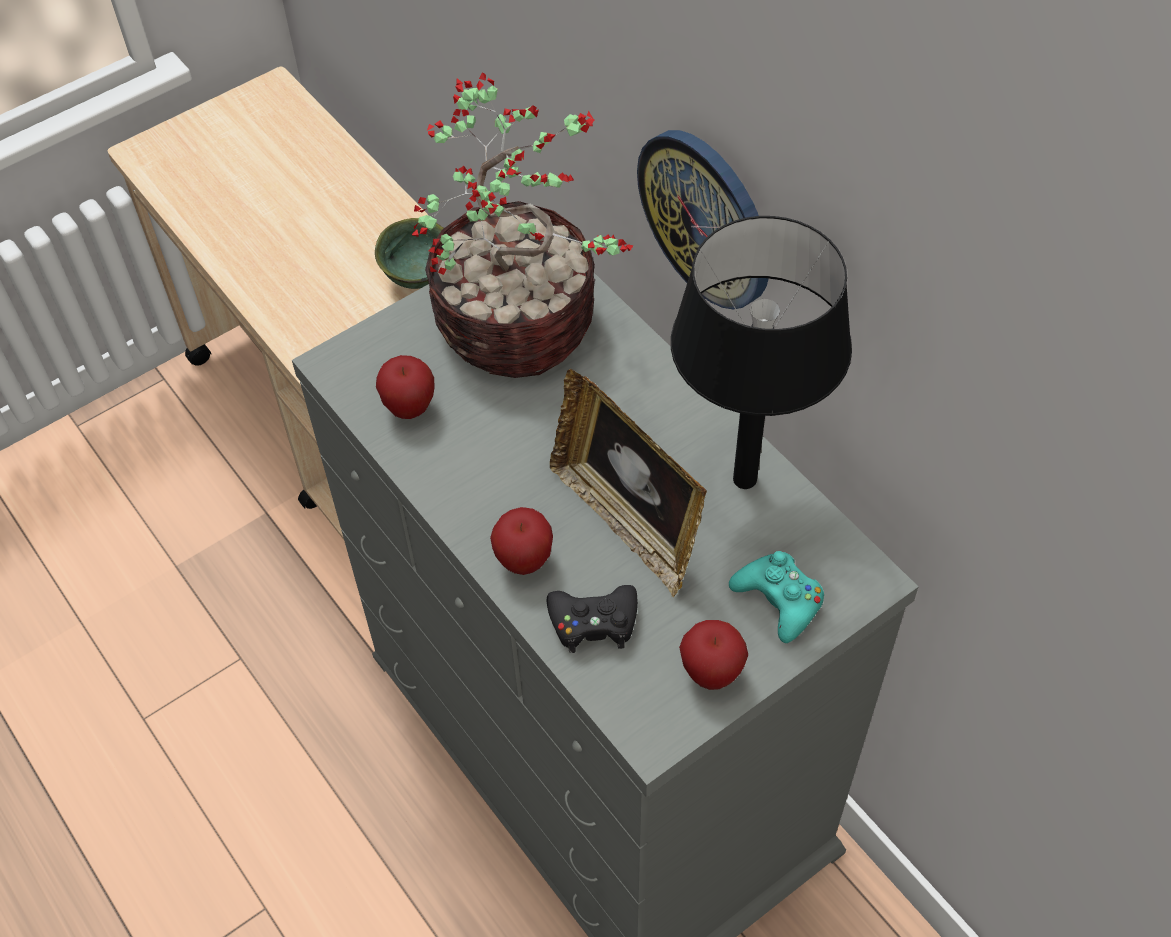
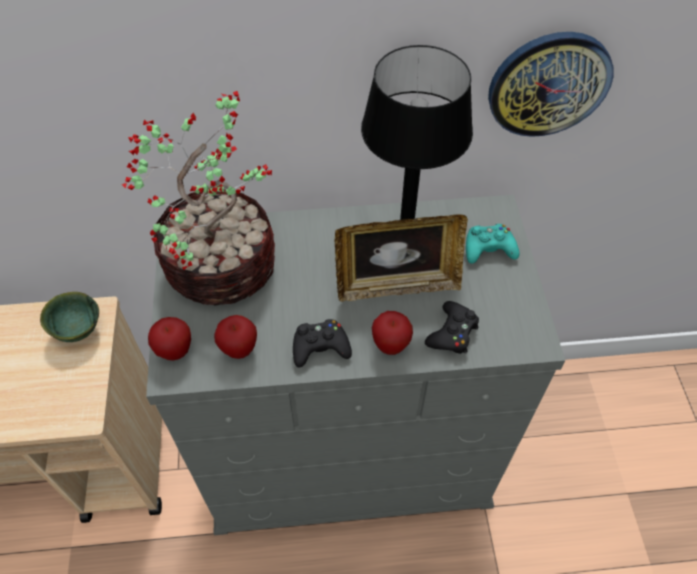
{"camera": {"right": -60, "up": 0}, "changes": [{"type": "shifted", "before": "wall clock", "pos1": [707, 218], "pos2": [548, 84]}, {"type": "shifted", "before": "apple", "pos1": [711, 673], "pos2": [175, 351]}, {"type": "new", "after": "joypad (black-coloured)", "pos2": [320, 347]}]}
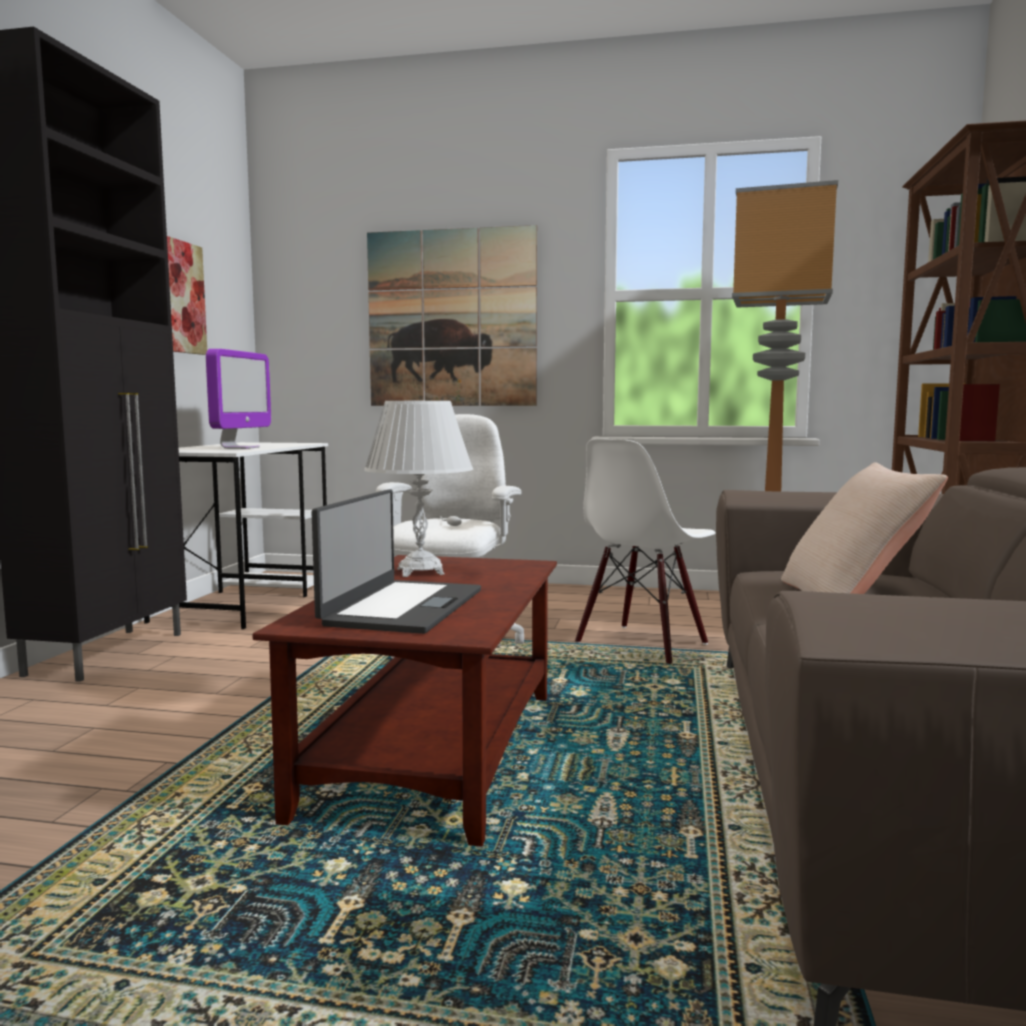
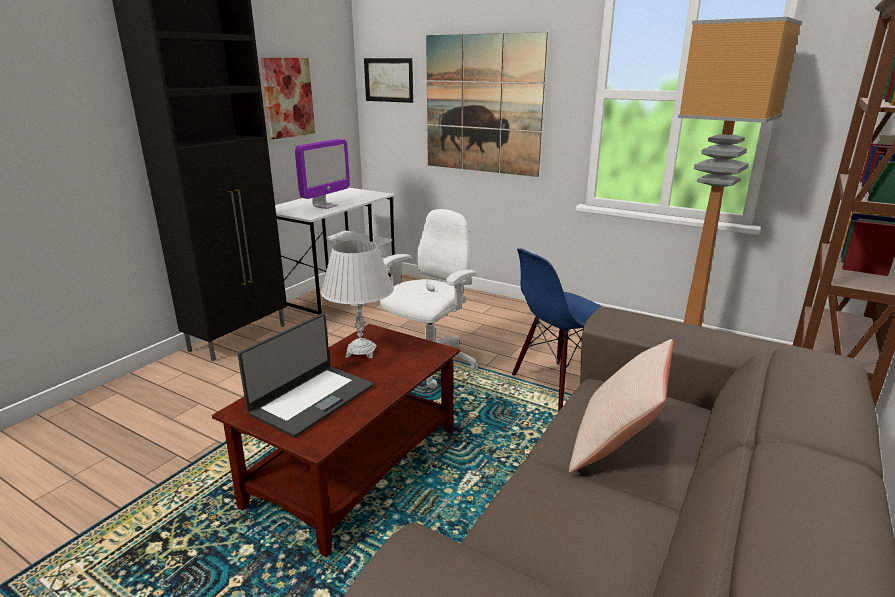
{"camera": {"right": 20, "up": 15}, "changes": [{"type": "repainted", "before": "chair (white)", "after": "chair (blue-coloured)", "pos1": [642, 644], "pos2": [557, 385]}, {"type": "new", "after": "wall picture", "pos2": [388, 80]}]}
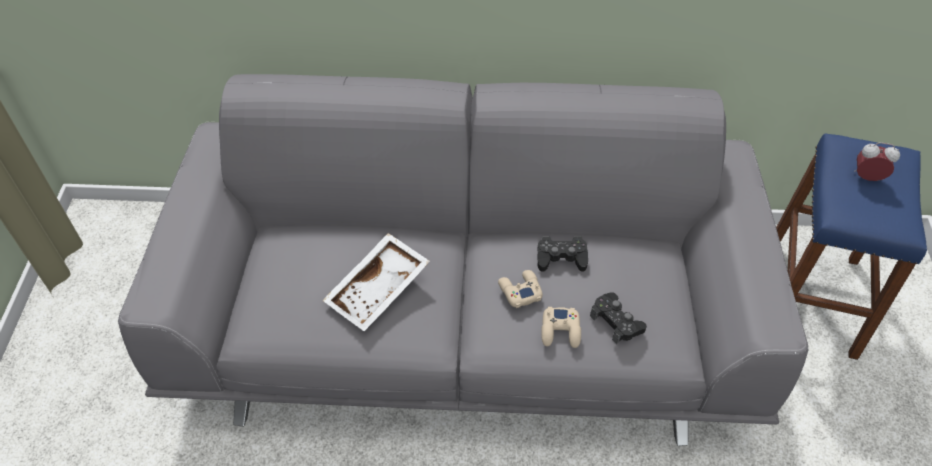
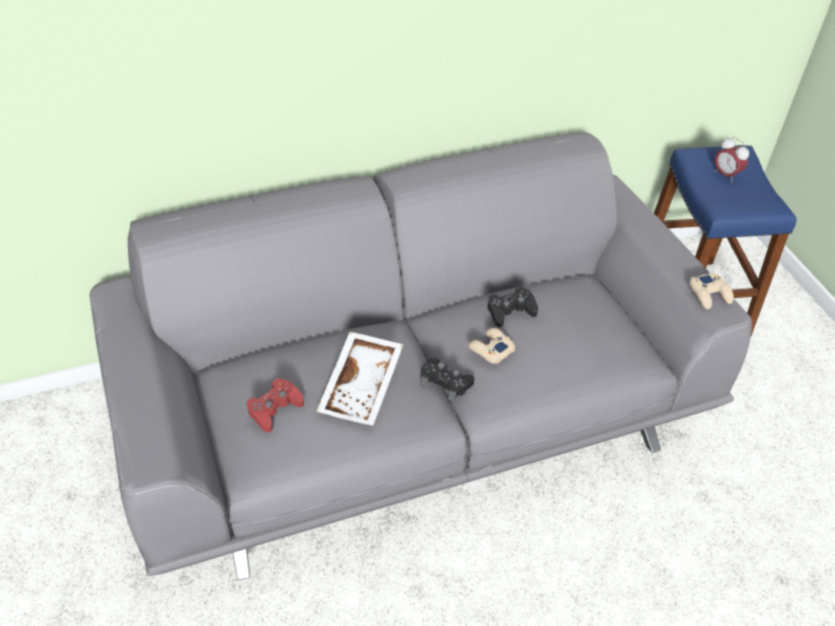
{"camera": {"right": -25, "up": -5}, "changes": [{"type": "shifted", "before": "joypad (sand-coloured)", "pos1": [560, 331], "pos2": [709, 294]}, {"type": "shifted", "before": "joypad (black-coloured)", "pos1": [616, 322], "pos2": [445, 382]}, {"type": "rotated", "before": "table clock", "pos1": [867, 177], "pos2": [725, 175], "turn": -120}, {"type": "new", "after": "joypad (red)", "pos2": [274, 408]}]}
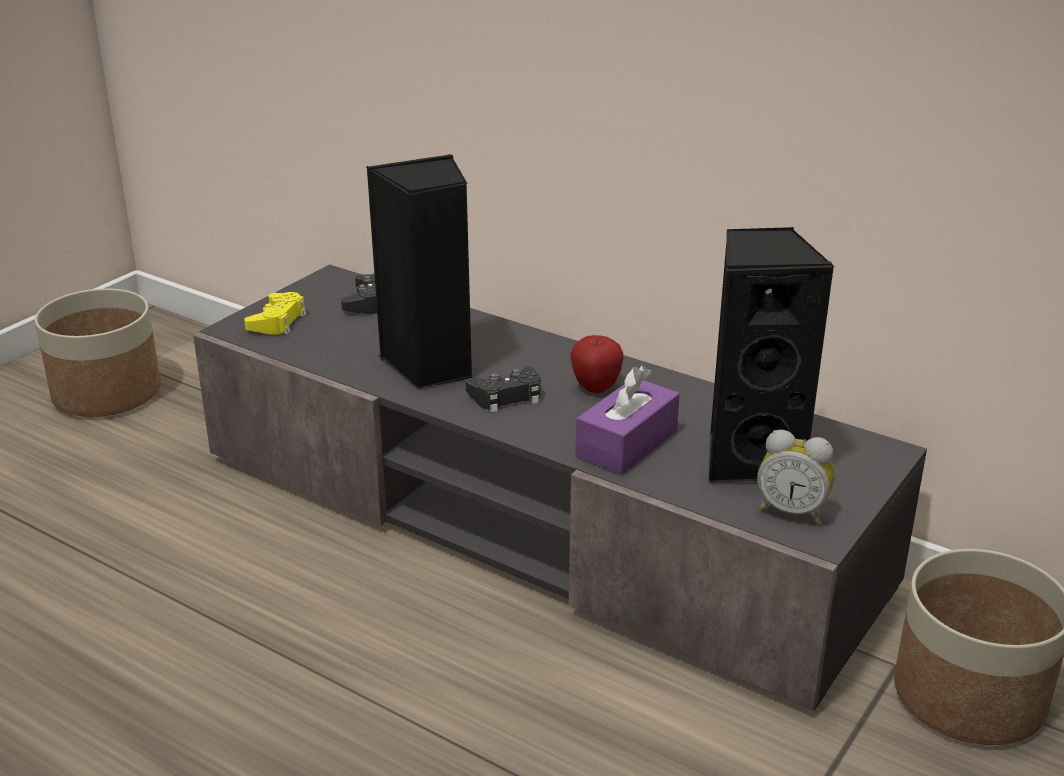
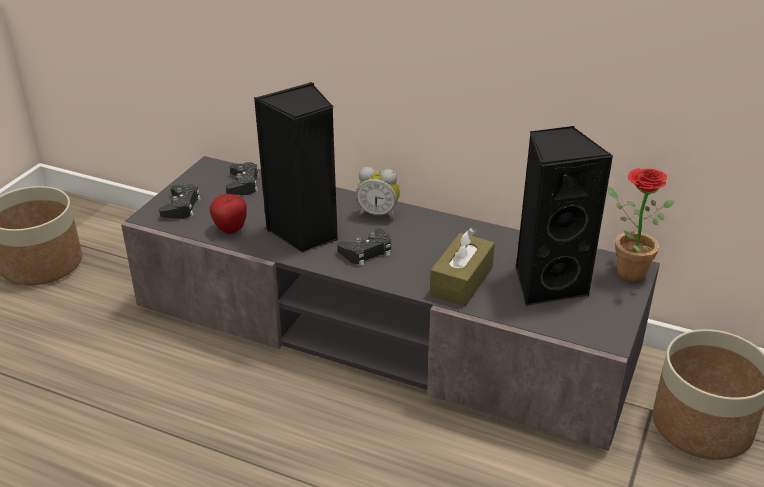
{"camera": {"right": -10, "up": 5}, "changes": [{"type": "repainted", "before": "joypad (yellow-coloured)", "after": "joypad (black-coloured)", "pos1": [278, 321], "pos2": [181, 207]}, {"type": "shifted", "before": "apple", "pos1": [595, 388], "pos2": [230, 230]}, {"type": "repainted", "before": "tissue box (purple-coloured)", "after": "tissue box (brown)", "pos1": [627, 444], "pos2": [461, 281]}, {"type": "shifted", "before": "table clock", "pos1": [792, 511], "pos2": [378, 214]}, {"type": "new", "after": "houseplant", "pos2": [624, 271]}]}
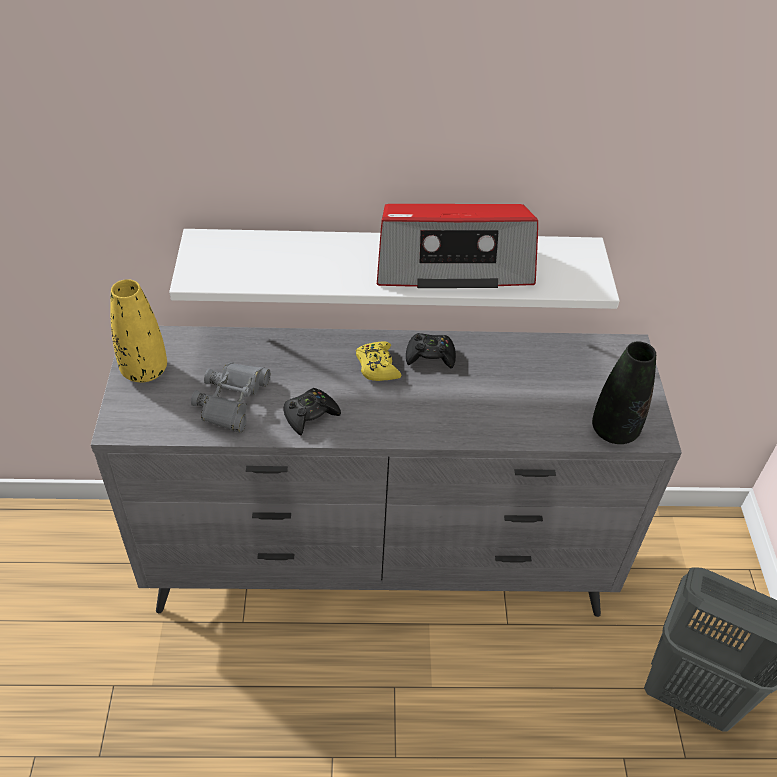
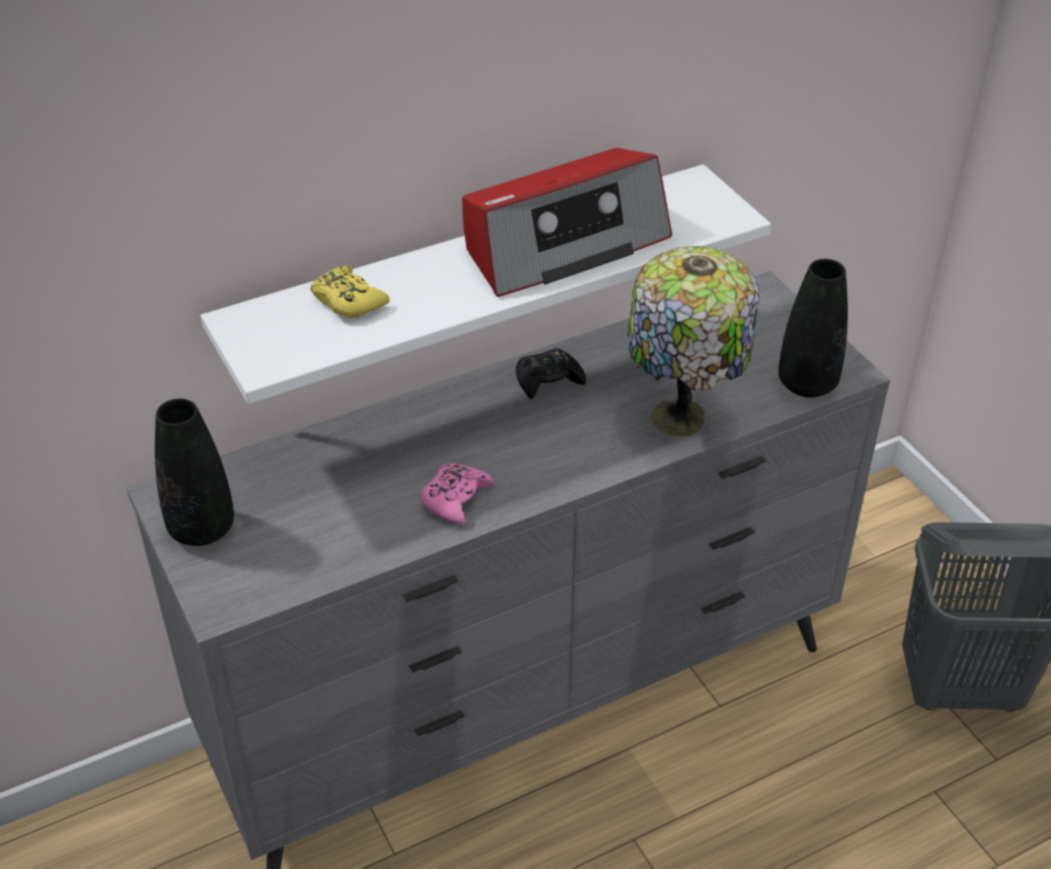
{"camera": {"right": -25, "up": -5}, "changes": [{"type": "repainted", "before": "flower vase (yellow-coloured)", "after": "flower vase (black-coloured)", "pos1": [144, 370], "pos2": [202, 529]}, {"type": "gone", "before": "field glasses (greyish)", "pos1": [232, 400]}, {"type": "repainted", "before": "joypad (black-coloured)", "after": "joypad (pink)", "pos1": [310, 415], "pos2": [455, 499]}, {"type": "shifted", "before": "joypad (yellow-coloured)", "pos1": [377, 366], "pos2": [348, 301]}, {"type": "new", "after": "tabletop lamp", "pos2": [681, 420]}]}
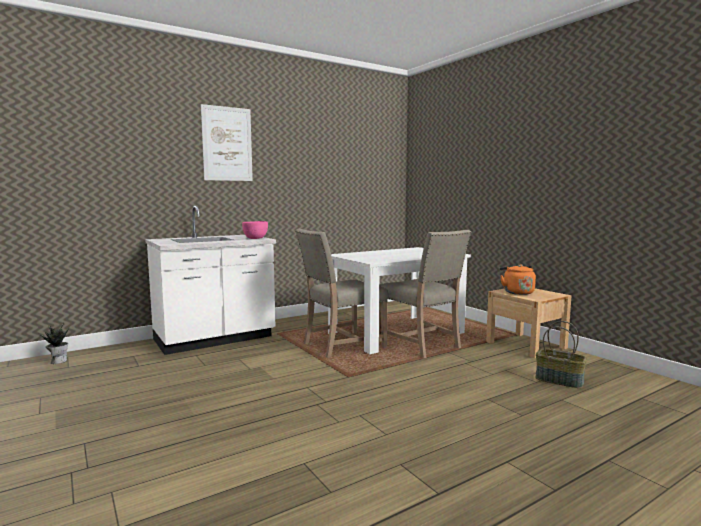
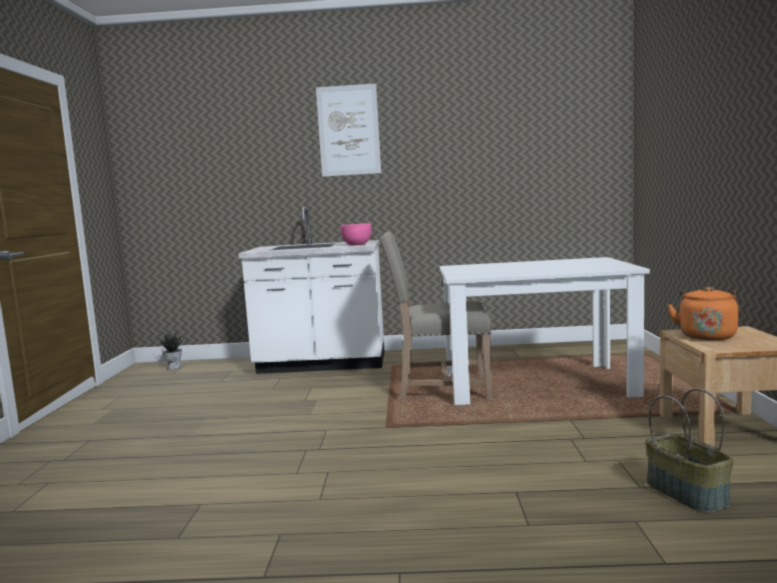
{"camera": {"right": 35, "up": 0}, "changes": [{"type": "gone", "before": "chair (sand-coloured)", "pos1": [421, 345]}]}
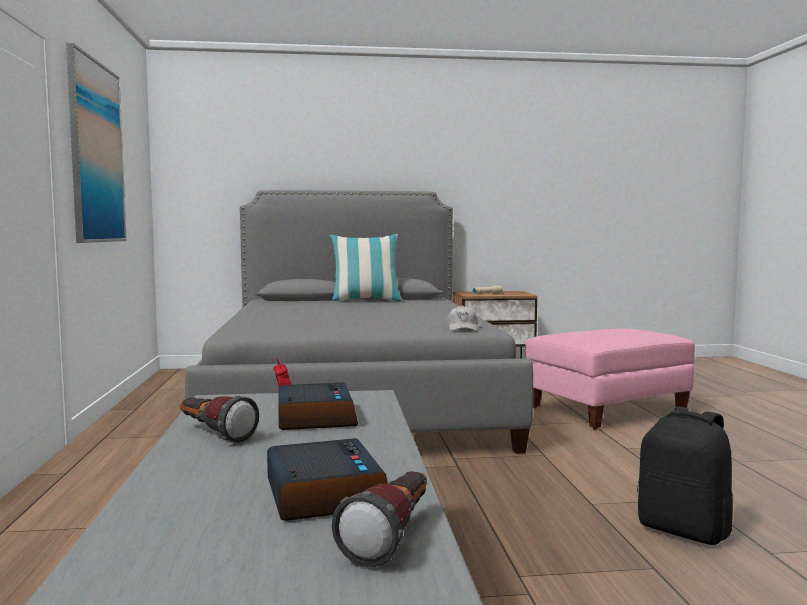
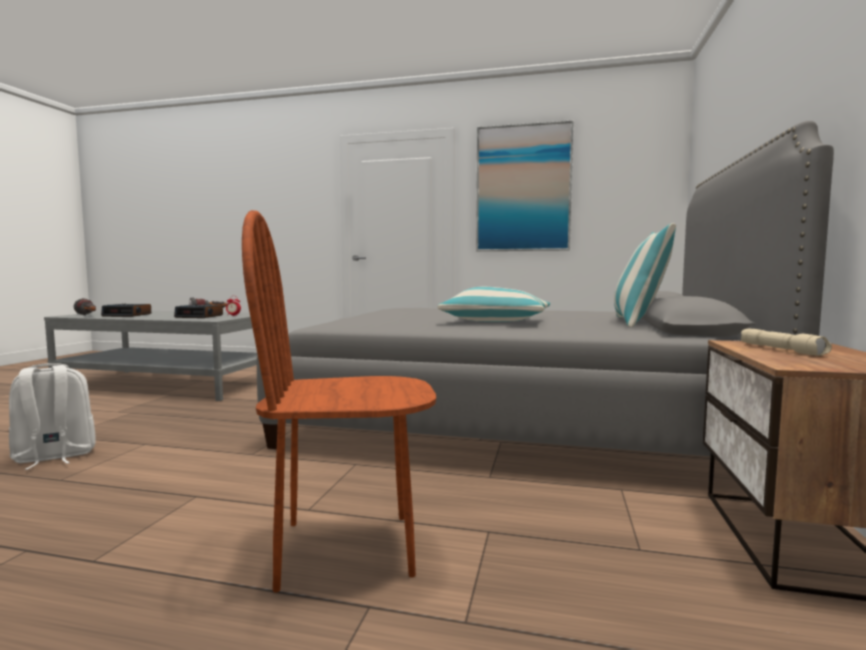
{"camera": {"right": 110, "up": 0}, "changes": [{"type": "gone", "before": "baseball cap (white)", "pos1": [462, 328]}, {"type": "swapped", "before": "footrest (pink)", "after": "chair (brown)", "pos1": [607, 410], "pos2": [347, 548]}, {"type": "repainted", "before": "knapsack (black-coloured)", "after": "knapsack (white)", "pos1": [684, 530], "pos2": [54, 457]}, {"type": "new", "after": "cushion", "pos2": [497, 321]}]}
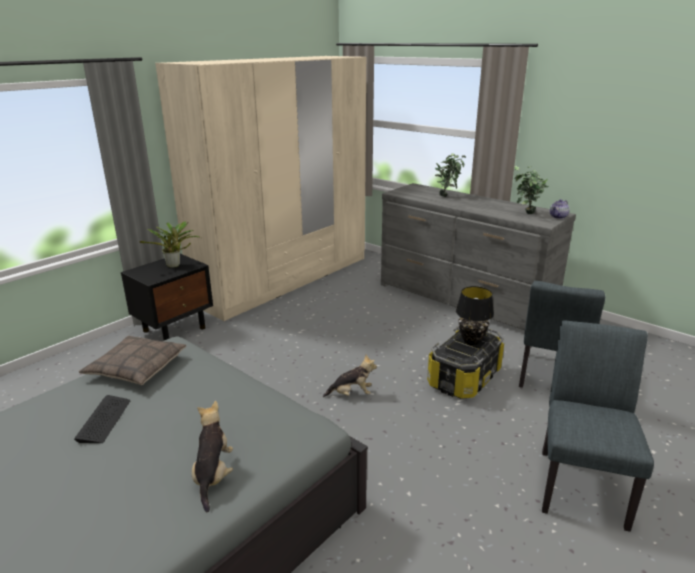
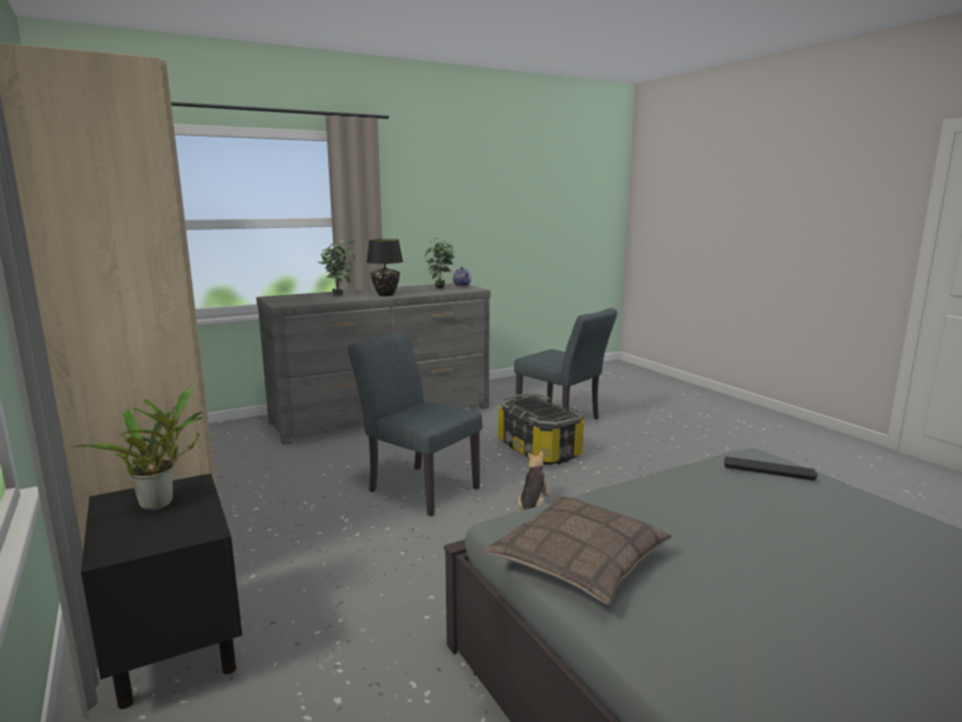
{"camera": {"right": -70, "up": -10}, "changes": [{"type": "shifted", "before": "PC keyboard", "pos1": [104, 420], "pos2": [768, 468]}, {"type": "gone", "before": "plush toy", "pos1": [213, 475]}, {"type": "shifted", "before": "tabletop lamp (black-coloured)", "pos1": [471, 341], "pos2": [385, 295]}, {"type": "shifted", "before": "chair (greyish)", "pos1": [581, 481], "pos2": [417, 487]}]}
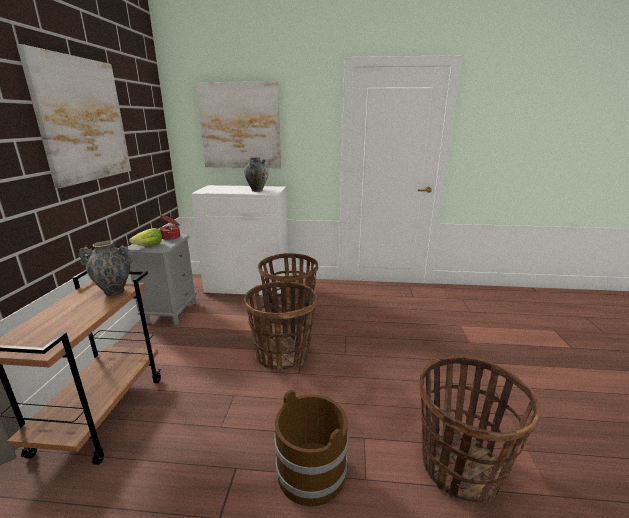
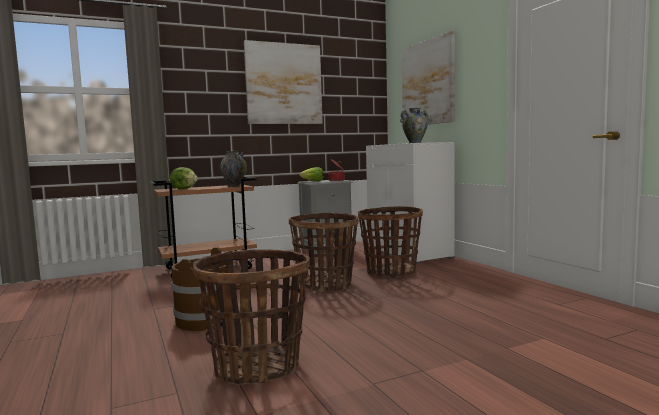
{"camera": {"right": 60, "up": -15}, "changes": [{"type": "new", "after": "head of lettuce", "pos2": [185, 189]}]}
